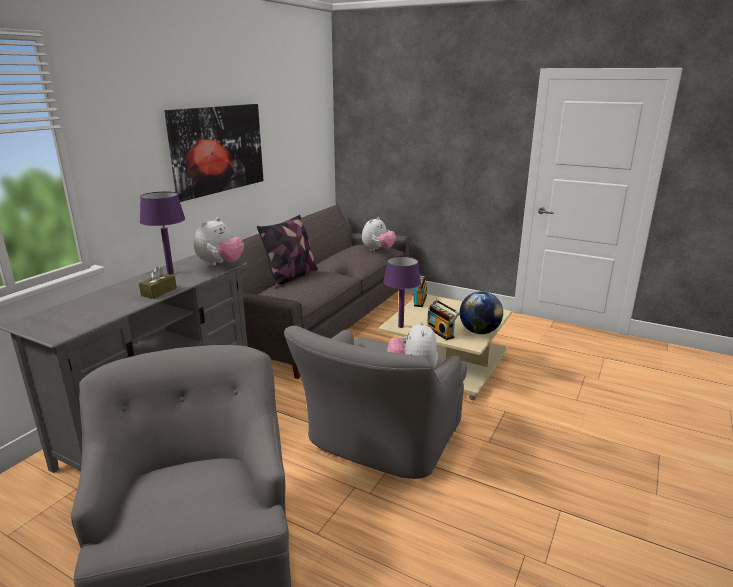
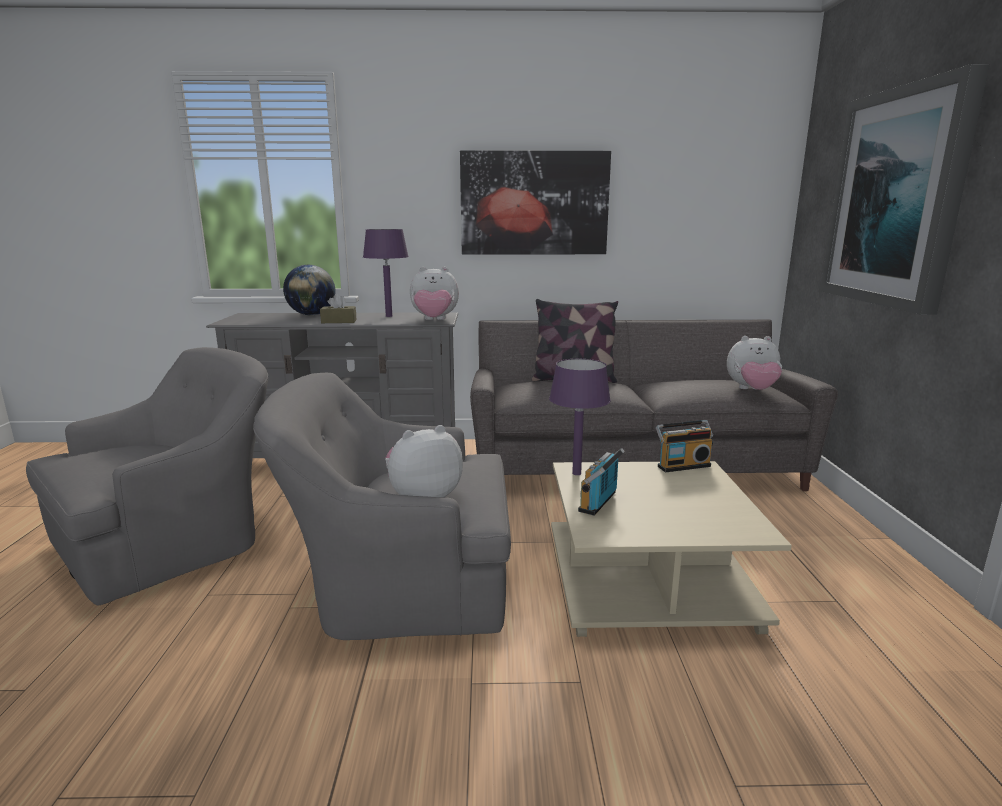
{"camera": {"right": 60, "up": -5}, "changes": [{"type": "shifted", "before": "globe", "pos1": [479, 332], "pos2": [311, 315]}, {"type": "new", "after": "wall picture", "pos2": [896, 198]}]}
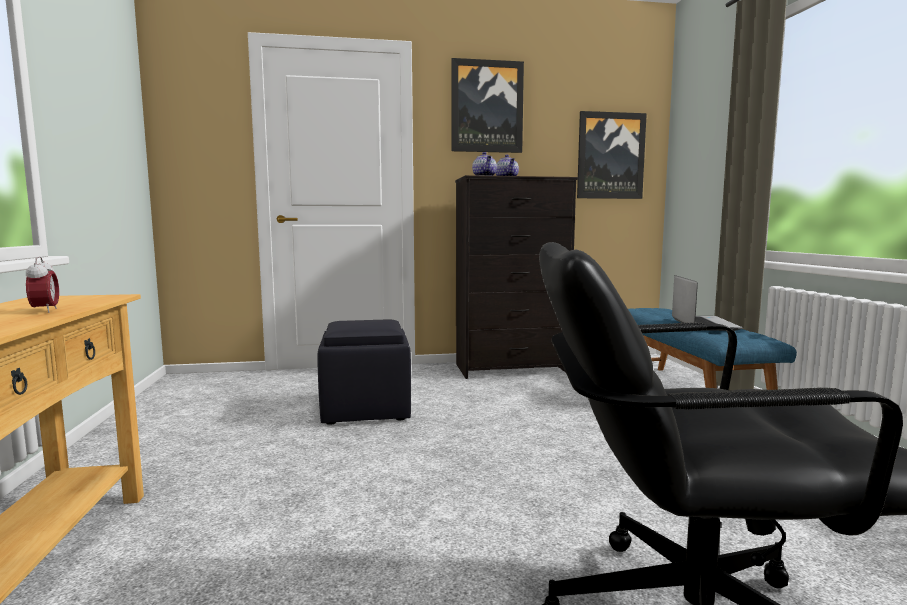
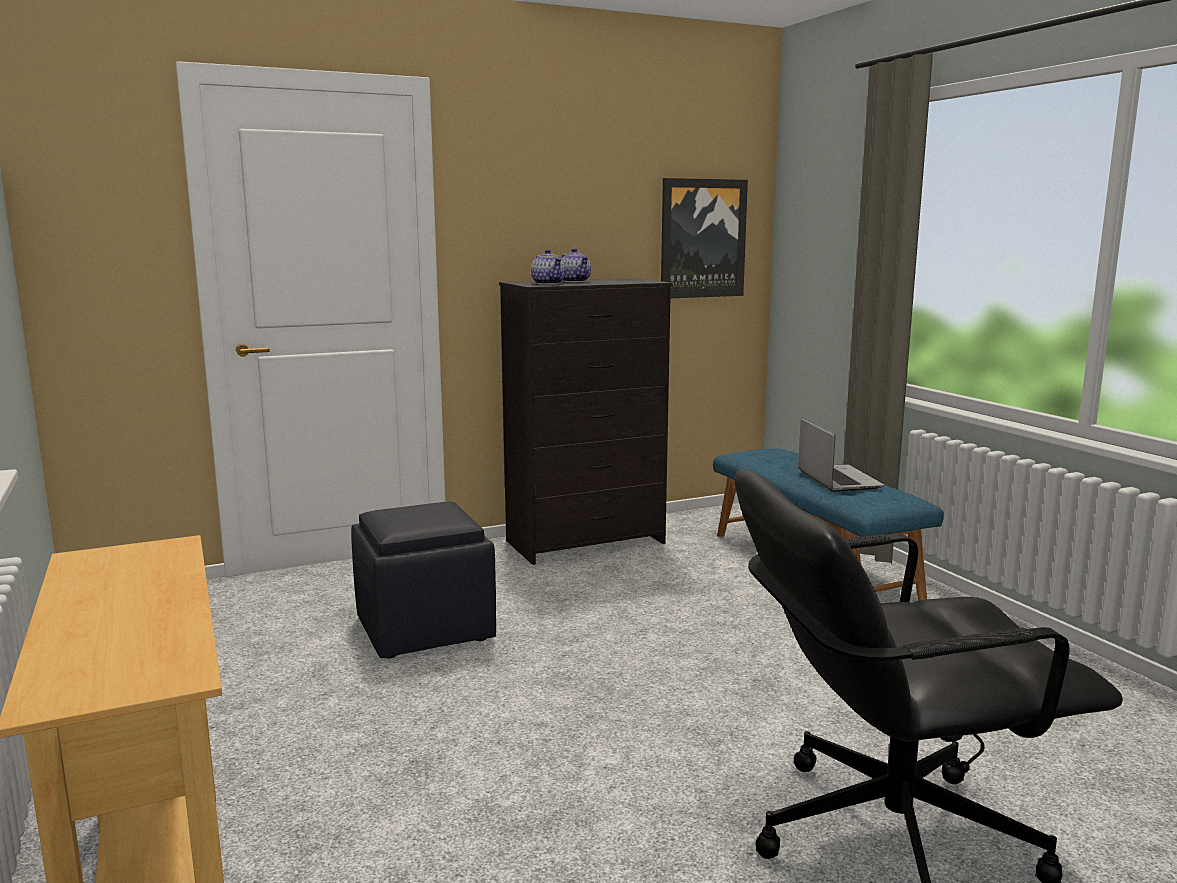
{"camera": {"right": -15, "up": 5}, "changes": [{"type": "gone", "before": "table clock", "pos1": [45, 311]}, {"type": "gone", "before": "wall picture", "pos1": [486, 107]}]}
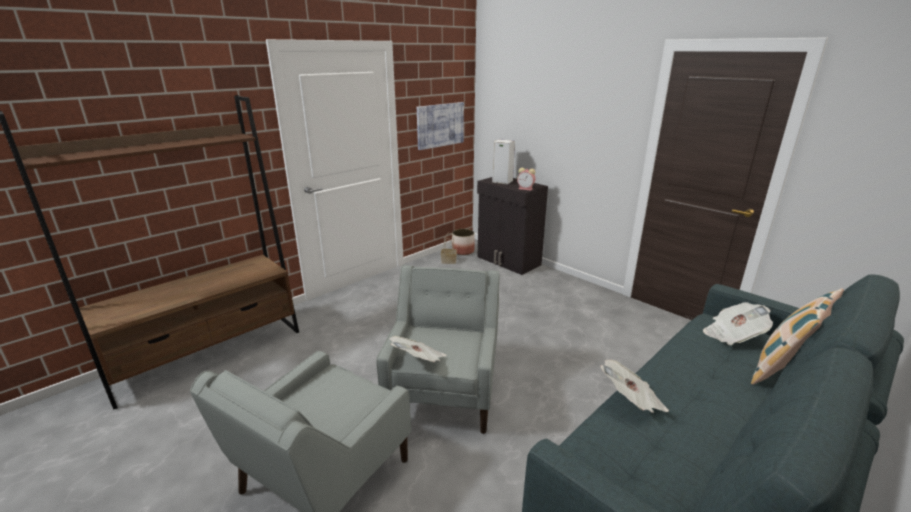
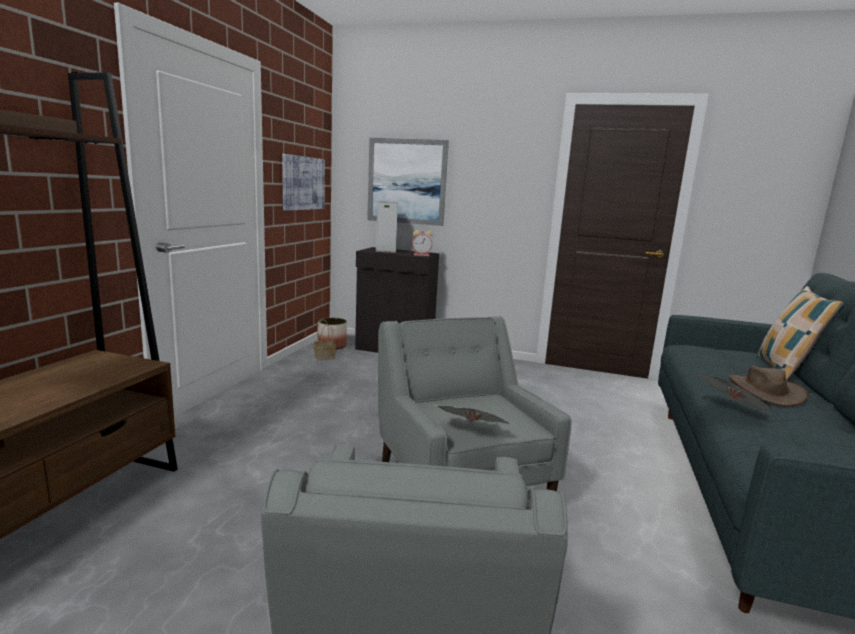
{"camera": {"right": -30, "up": -10}, "changes": [{"type": "gone", "before": "printed paper", "pos1": [732, 335]}, {"type": "new", "after": "wall picture", "pos2": [406, 181]}, {"type": "new", "after": "clothing hat (brown)", "pos2": [764, 391]}]}
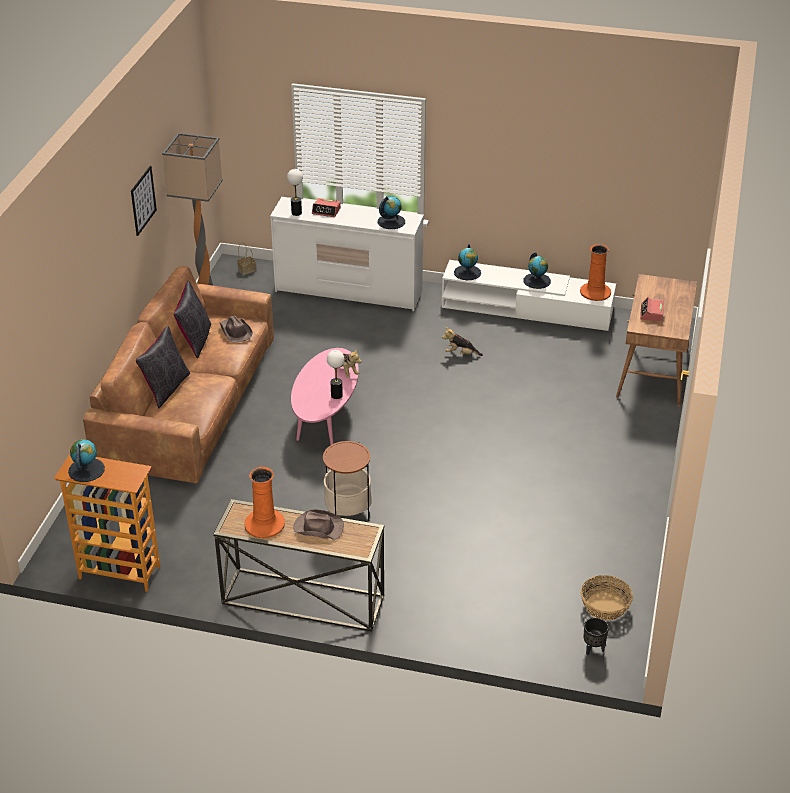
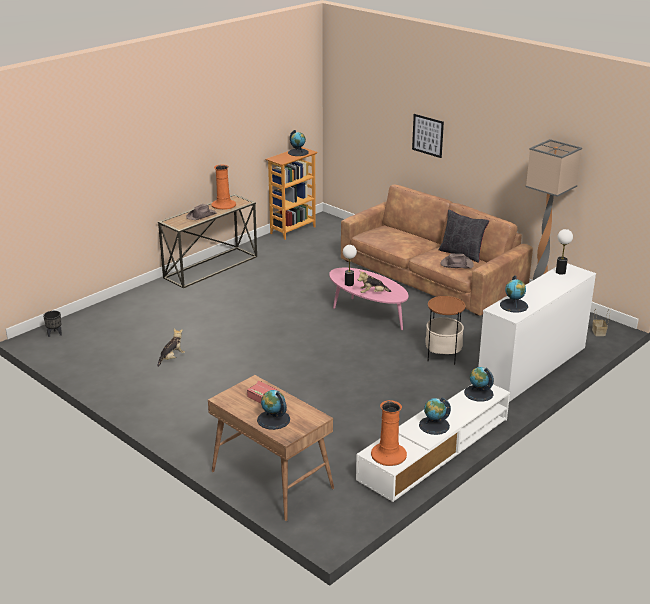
{"camera": {"right": 120, "up": -10}, "changes": [{"type": "shifted", "before": "wall picture", "pos1": [143, 200], "pos2": [427, 135]}, {"type": "gone", "before": "cushion (black-coloured)", "pos1": [166, 388]}, {"type": "gone", "before": "table clock", "pos1": [326, 211]}, {"type": "shifted", "before": "end table", "pos1": [348, 512], "pos2": [442, 356]}, {"type": "shifted", "before": "plush toy", "pos1": [461, 354], "pos2": [172, 358]}, {"type": "gone", "before": "storage basket", "pos1": [605, 606]}, {"type": "new", "after": "globe", "pos2": [273, 420]}]}
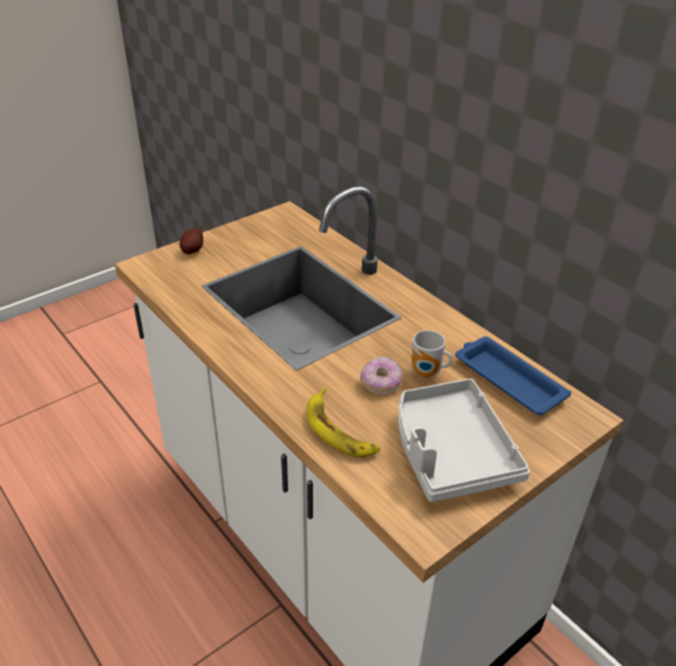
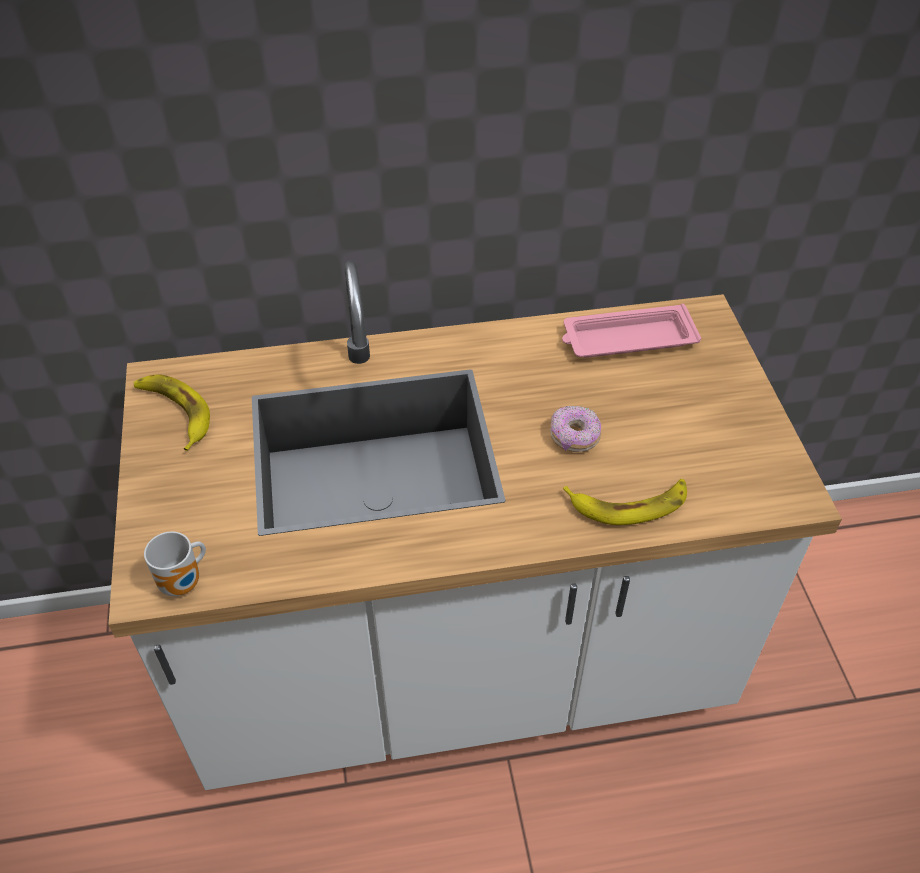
{"camera": {"right": -60, "up": 10}, "changes": [{"type": "gone", "before": "potato", "pos1": [192, 250]}, {"type": "gone", "before": "tray (greyish)", "pos1": [450, 452]}, {"type": "shifted", "before": "mug", "pos1": [427, 373], "pos2": [184, 583]}, {"type": "repainted", "before": "tray (blue-coloured)", "after": "tray (pink)", "pos1": [507, 379], "pos2": [627, 339]}, {"type": "new", "after": "whole banana", "pos2": [175, 412]}]}
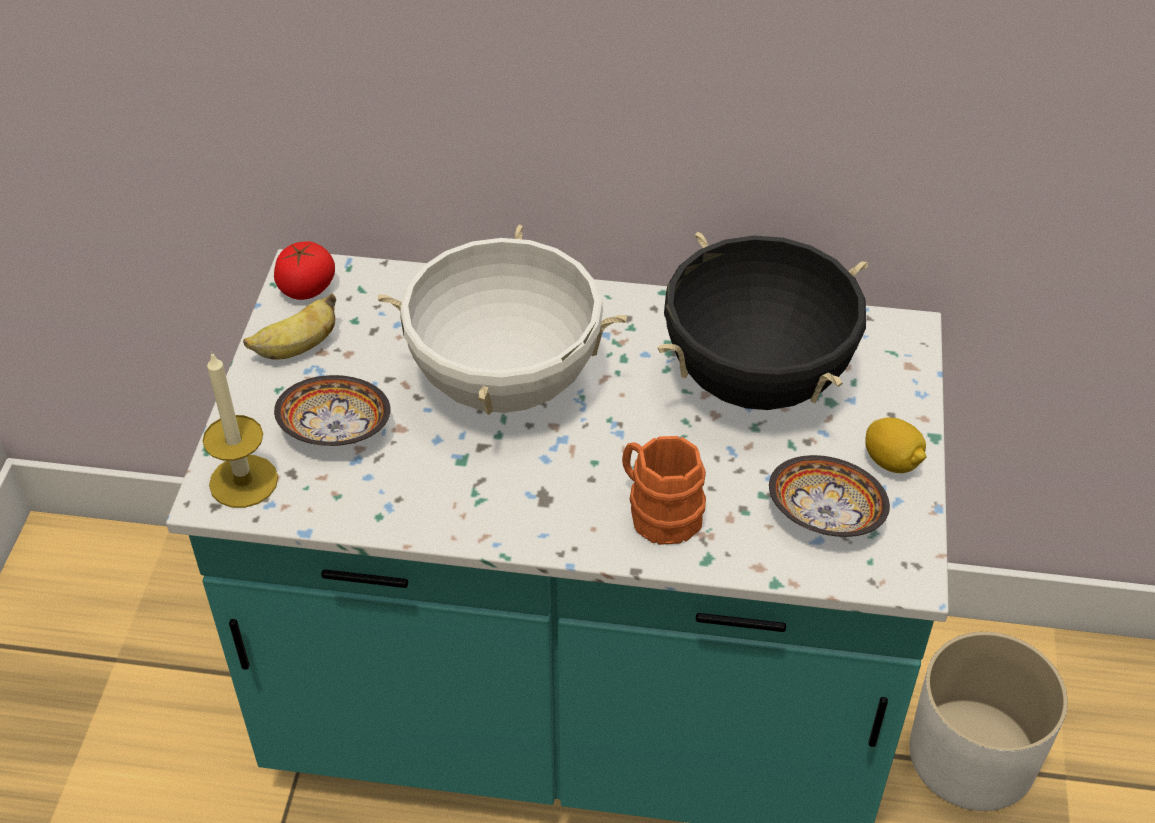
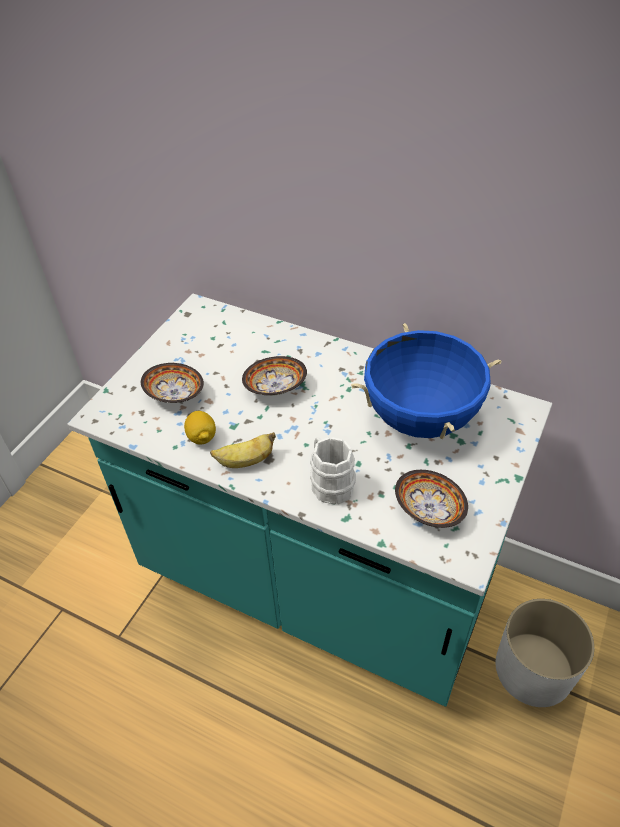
{"camera": {"right": 20, "up": 0}, "changes": [{"type": "gone", "before": "candle", "pos1": [243, 481]}, {"type": "shifted", "before": "whole banana", "pos1": [297, 348], "pos2": [245, 461]}, {"type": "gone", "before": "whole tomato", "pos1": [307, 288]}, {"type": "swapped", "before": "stockpot (white)", "after": "serving bowl", "pos1": [505, 382], "pos2": [277, 388]}, {"type": "repainted", "before": "mug (orangey)", "after": "mug (white)", "pos1": [658, 512], "pos2": [329, 482]}, {"type": "repainted", "before": "stockpot (black-coloured)", "after": "stockpot (blue-coloured)", "pos1": [755, 380], "pos2": [420, 418]}, {"type": "shifted", "before": "lemon", "pos1": [892, 462], "pos2": [201, 437]}]}
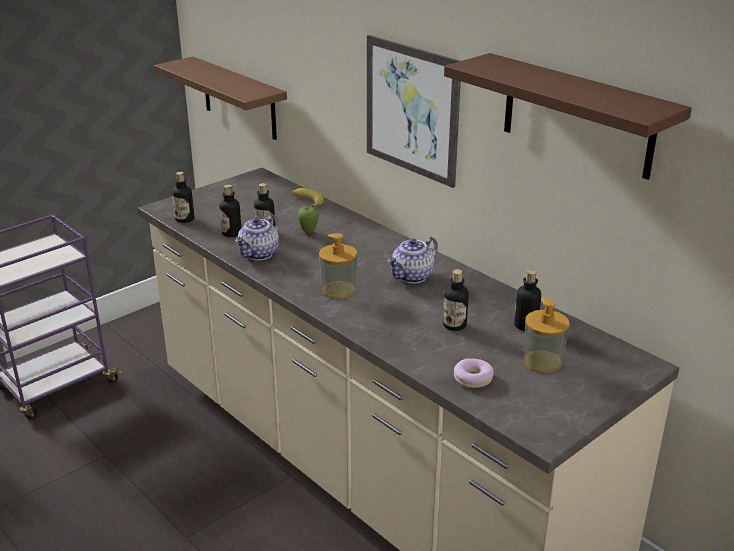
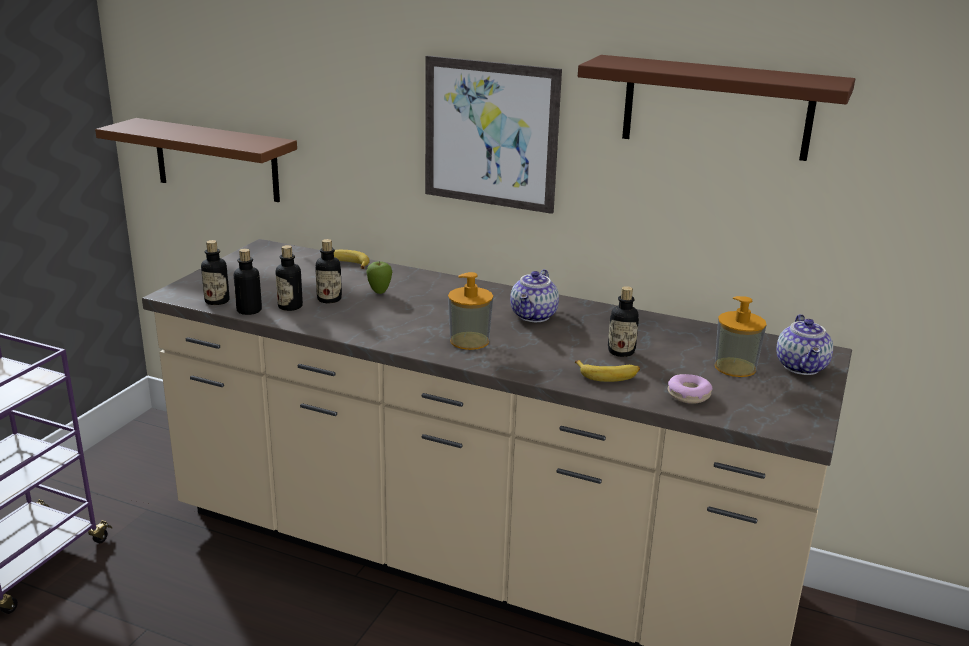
{"camera": {"right": -25, "up": -5}, "changes": [{"type": "shifted", "before": "teapot", "pos1": [259, 254], "pos2": [802, 367]}, {"type": "shifted", "before": "drink bottle", "pos1": [525, 325], "pos2": [249, 310]}, {"type": "new", "after": "whole banana", "pos2": [608, 375]}]}
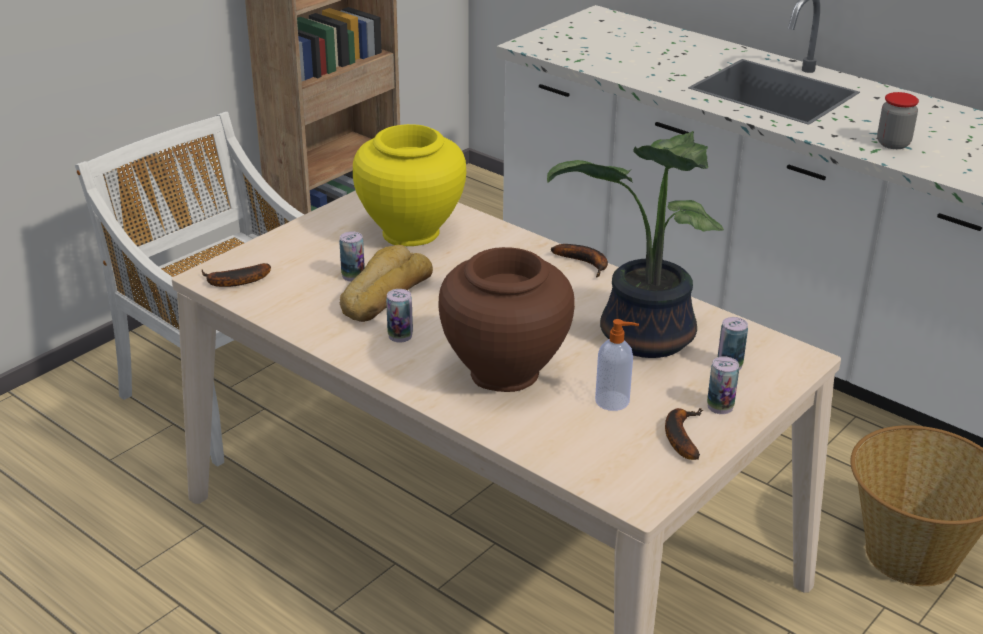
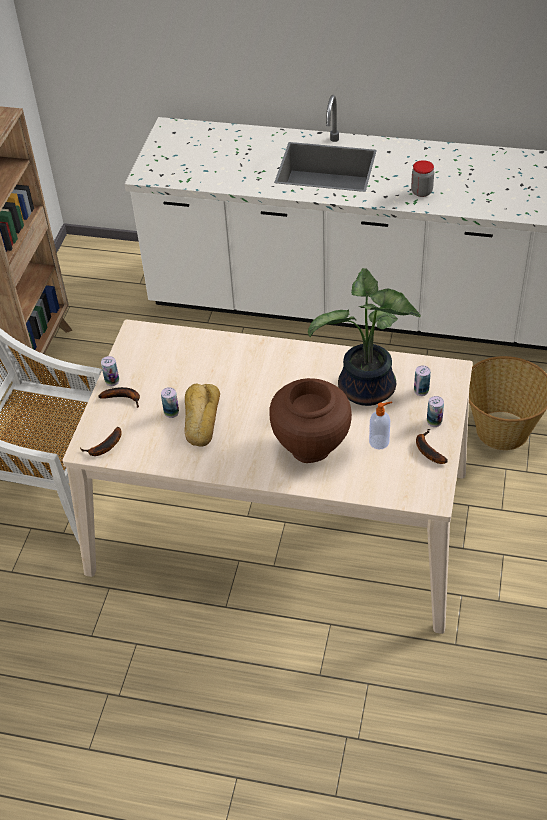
{"camera": {"right": -25, "up": 15}, "changes": [{"type": "gone", "before": "flower vase (yellow-coloured)", "pos1": [411, 233]}, {"type": "shifted", "before": "sealed can", "pos1": [400, 336], "pos2": [112, 381]}, {"type": "shifted", "before": "whole banana", "pos1": [585, 263], "pos2": [124, 398]}]}
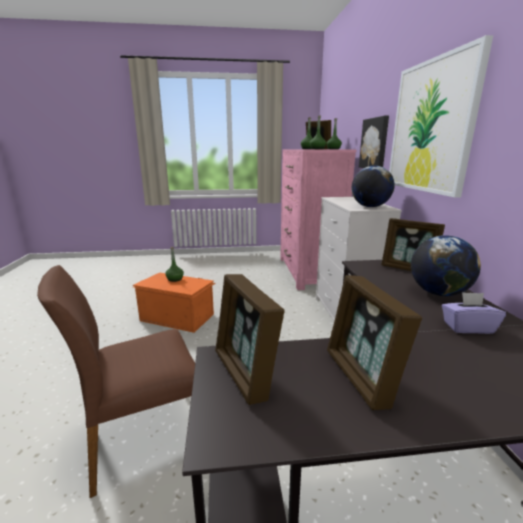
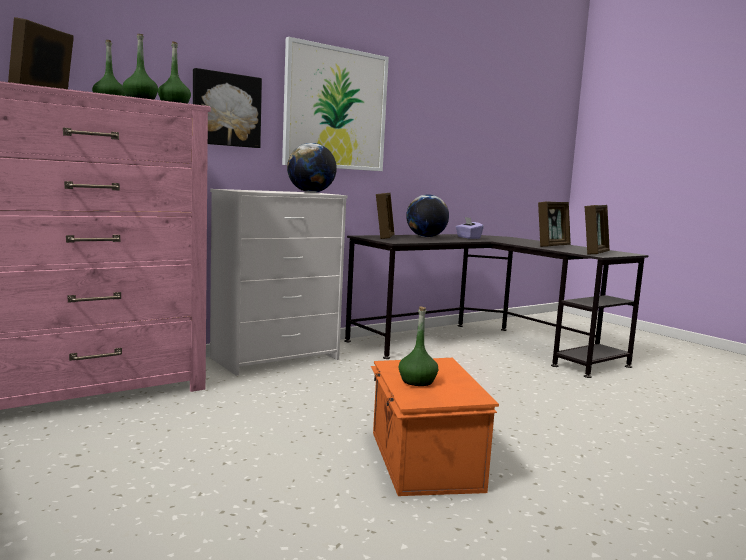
{"camera": {"right": -120, "up": -10}, "changes": [{"type": "gone", "before": "chair (brown)", "pos1": [144, 436]}]}
